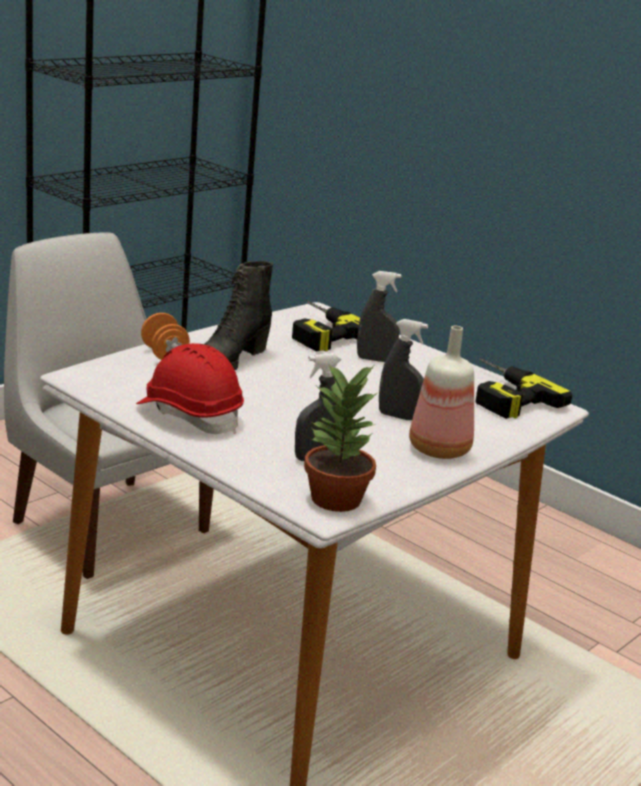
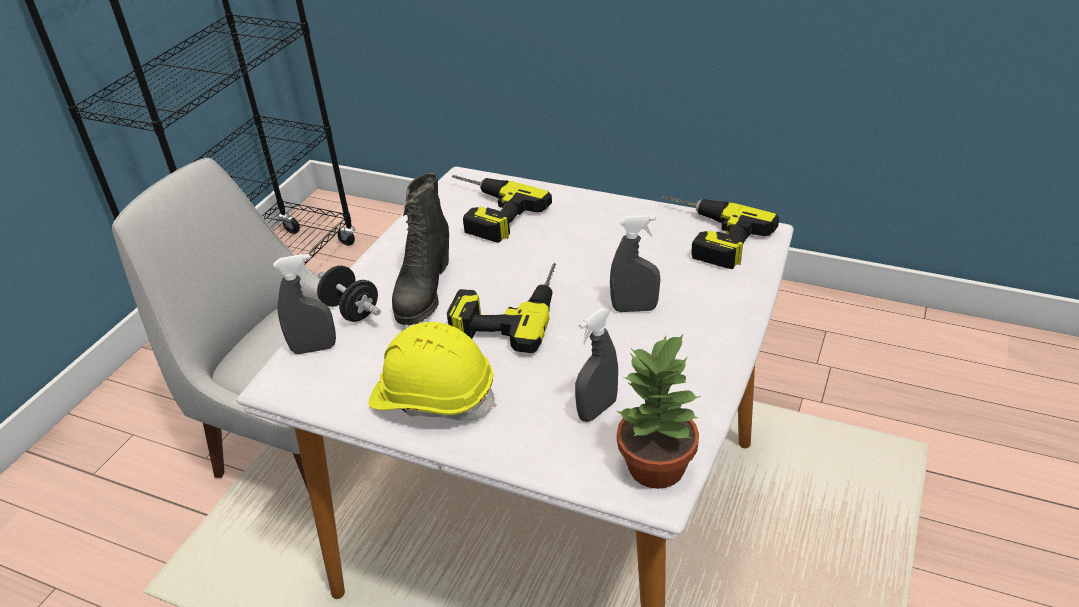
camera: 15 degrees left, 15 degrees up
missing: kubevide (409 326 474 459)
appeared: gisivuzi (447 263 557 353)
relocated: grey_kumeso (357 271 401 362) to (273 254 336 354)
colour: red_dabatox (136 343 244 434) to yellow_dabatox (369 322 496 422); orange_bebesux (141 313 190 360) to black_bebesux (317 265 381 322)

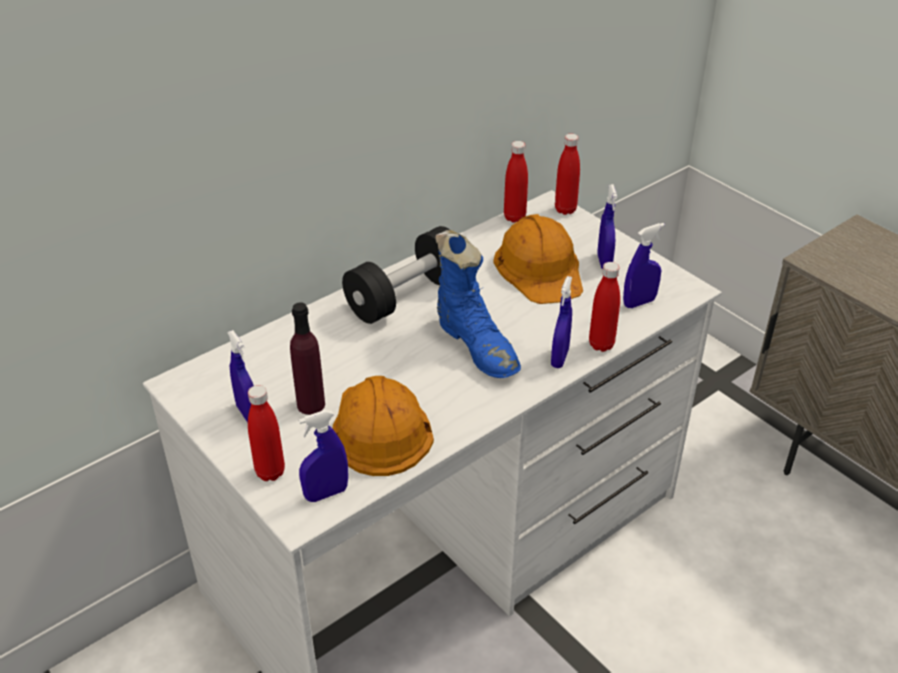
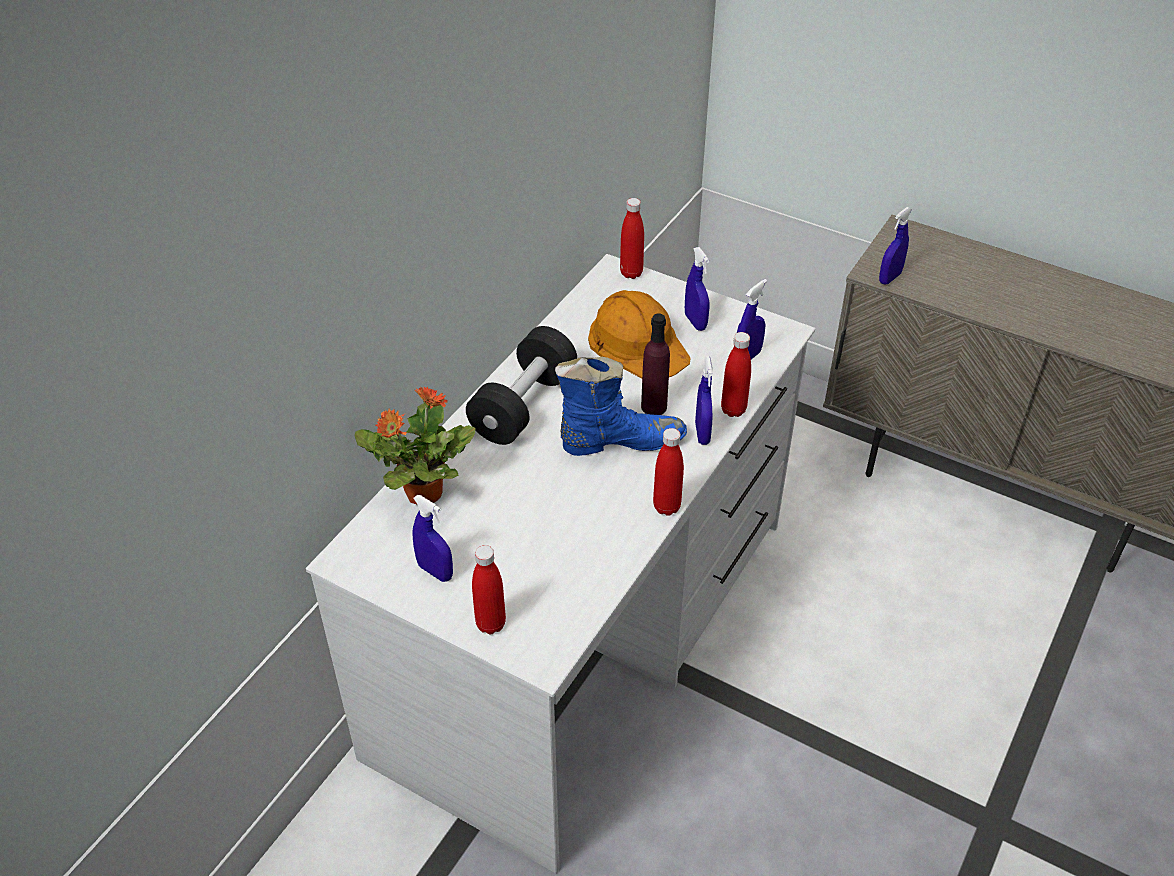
camera: 20 degrees left, 5 degrees up
missing: orange_dabatox (333 376 434 476)
appeared: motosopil (354 387 475 504)
relocated: purple_kubevide (290 302 325 415) to (641 313 670 415); blue_kumeso (298 410 348 502) to (879 207 912 284); red_kubevide (504 141 528 223) to (653 428 684 516)
spun: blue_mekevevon (435 230 521 378) = (555 357 687 456) 45 degrees counterclockwise

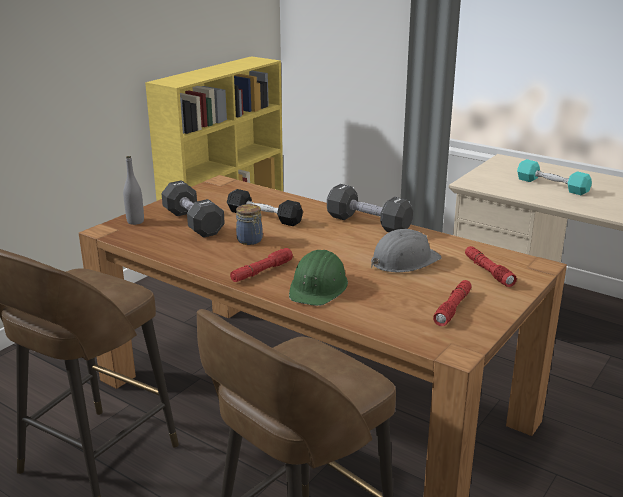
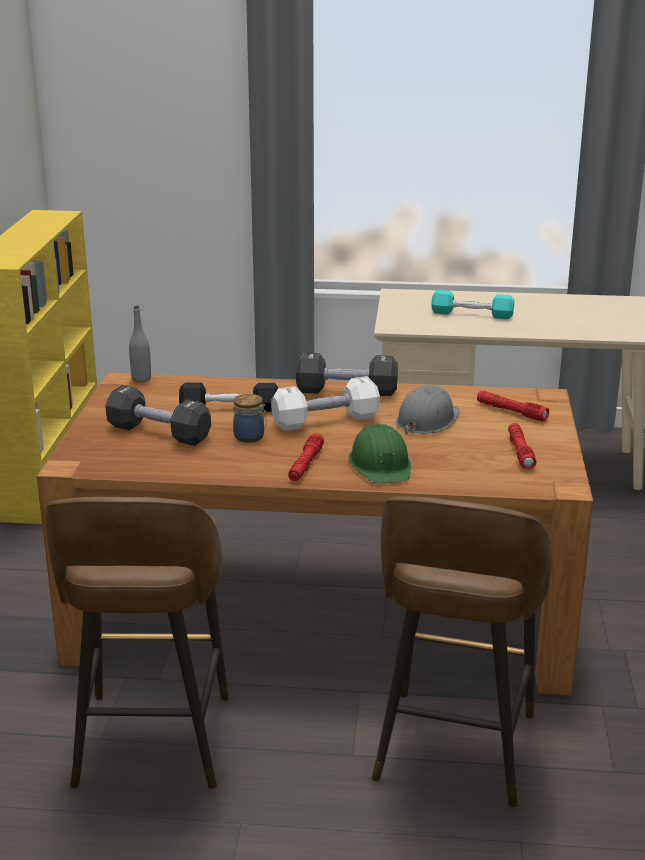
camera: 30 degrees left, 0 degrees up
appeared: white_bebesux (271 376 380 431)
relocated: grey_kubevide (123 156 144 225) to (129 305 151 382)

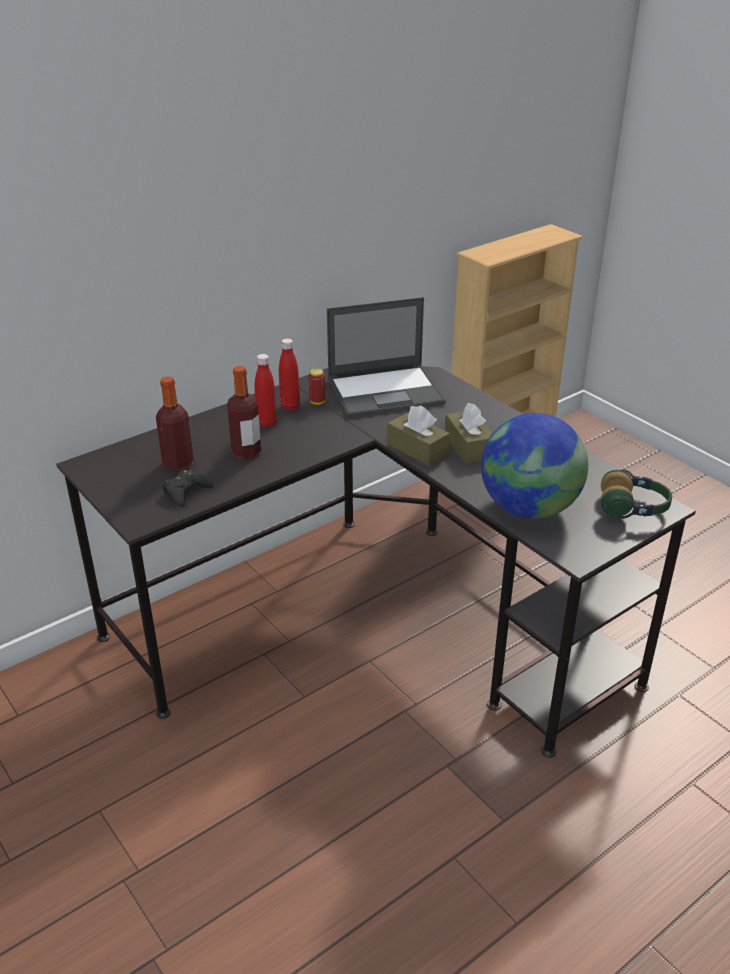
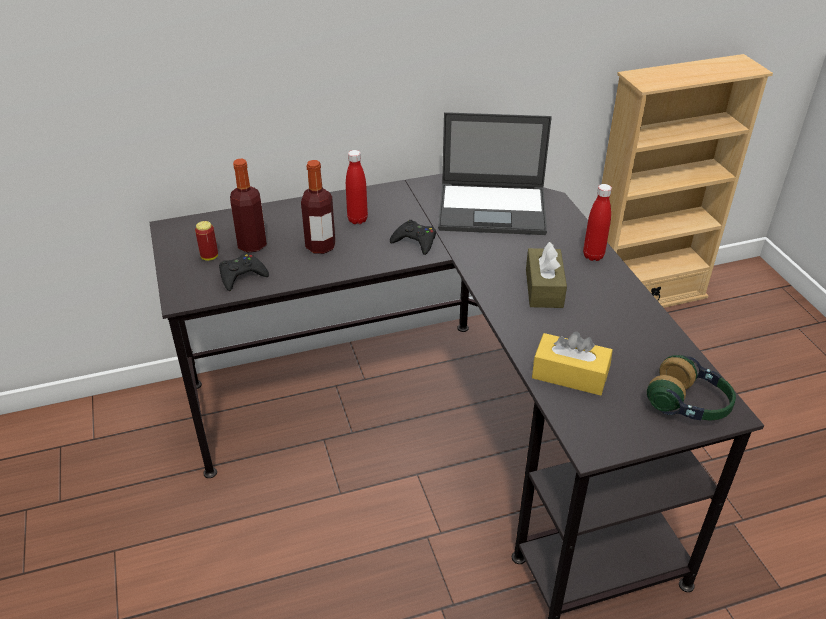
camera: 20 degrees right, 5 degrees up
missing: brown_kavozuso (387 406 450 466)
appeared: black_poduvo (390 220 436 255)
relocated: red_kubevide (279 338 300 410) to (583 184 612 261); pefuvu (309 368 325 405) to (195 221 218 261)
exchanged: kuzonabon (481 413 588 519) to yellow_kavozuso (532 331 613 395)

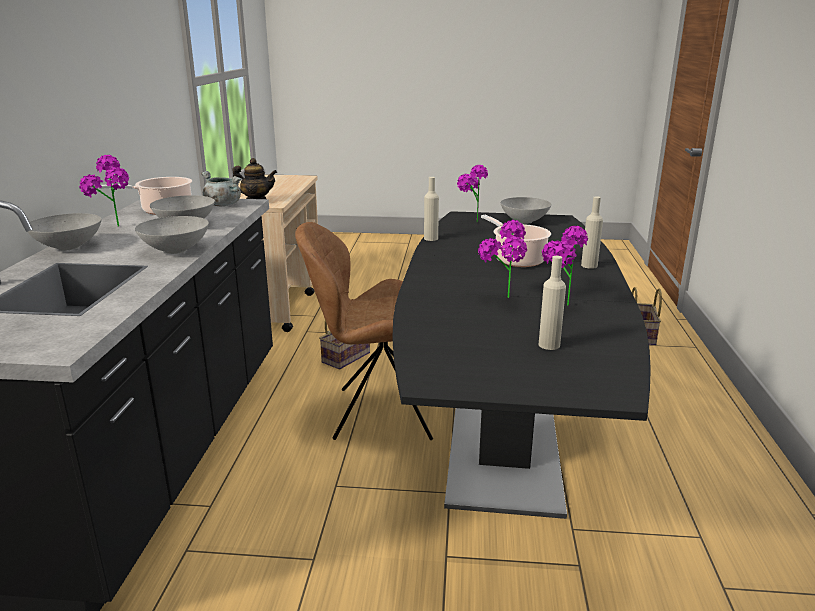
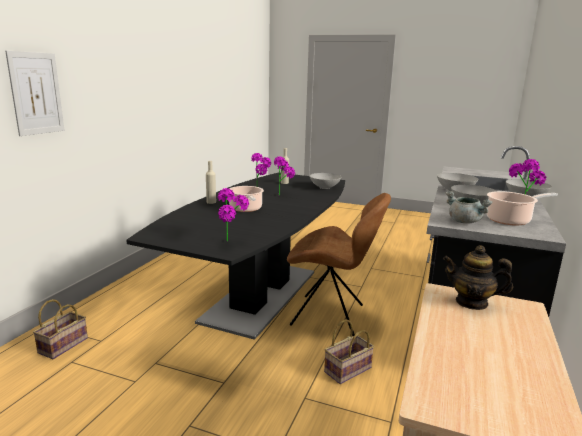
camera: 165 degrees left, 5 degrees down
missing: beige_kubevide (424 177 439 241)
appeared: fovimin (5 51 65 136)
relocated: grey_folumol (500 197 551 224) to (310 173 341 189)

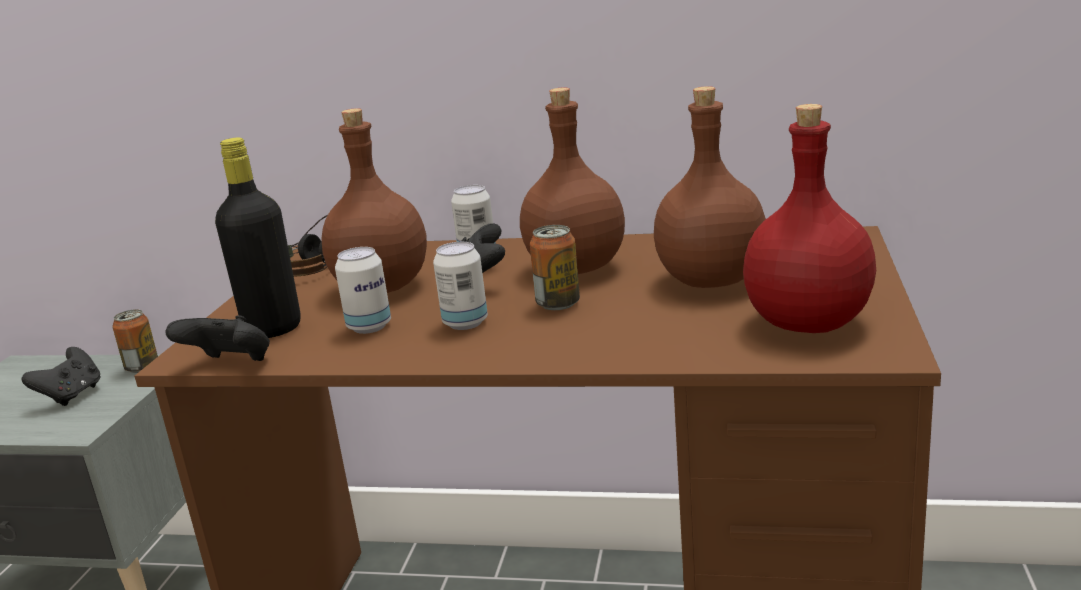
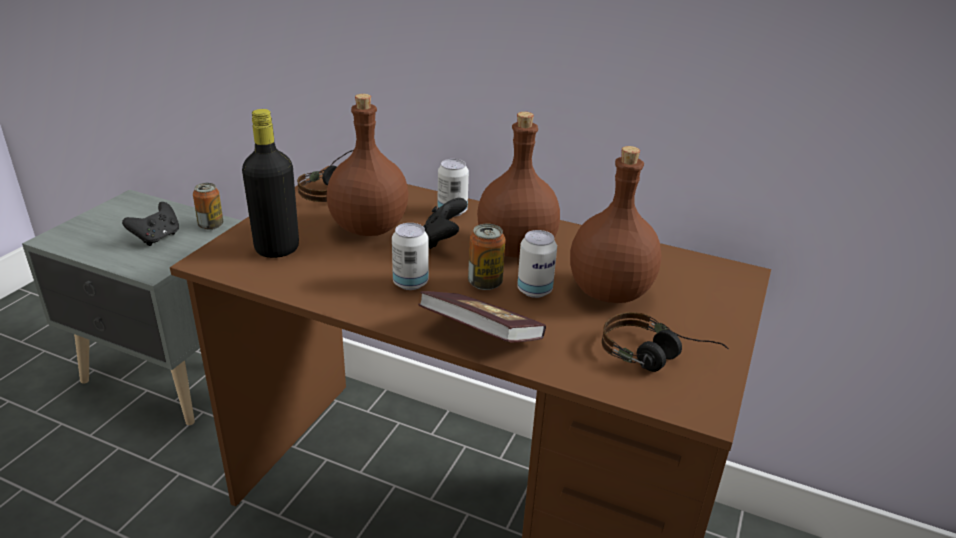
camera: 10 degrees right, 10 degrees up
missing: black_poduvo (165 315 270 361)
appeared: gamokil (418 291 546 342)
relocated: pefuvu (335 247 391 334) to (517 230 557 298)
exchanged: red_kubevide (743 104 876 333) to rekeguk (602 312 729 372)

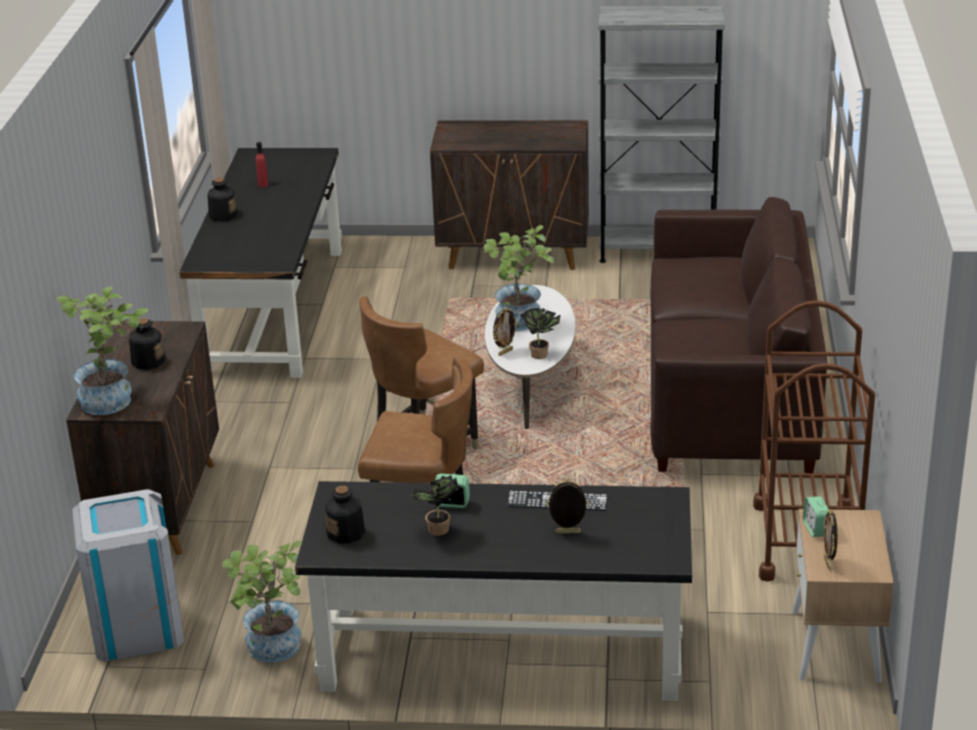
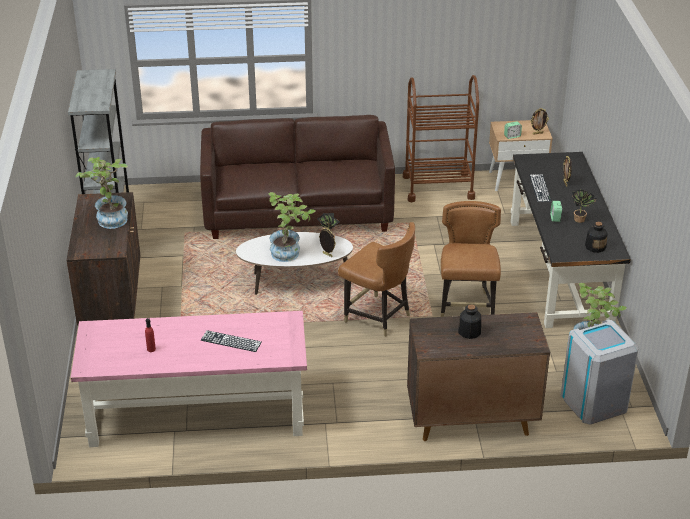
camera: 100 degrees left, 5 degrees up
missing: kubevide (207 178 237 222)
appeared: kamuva (201 330 262 352)
relocated: motosopil (56 287 148 415) to (76 157 128 229)
colour: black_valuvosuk (179 148 342 378) to pink_valuvosuk (71 311 307 447)

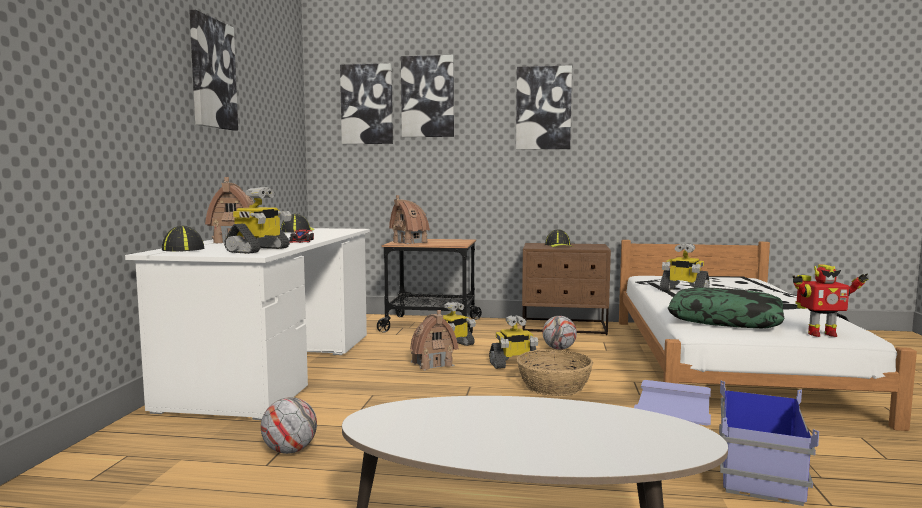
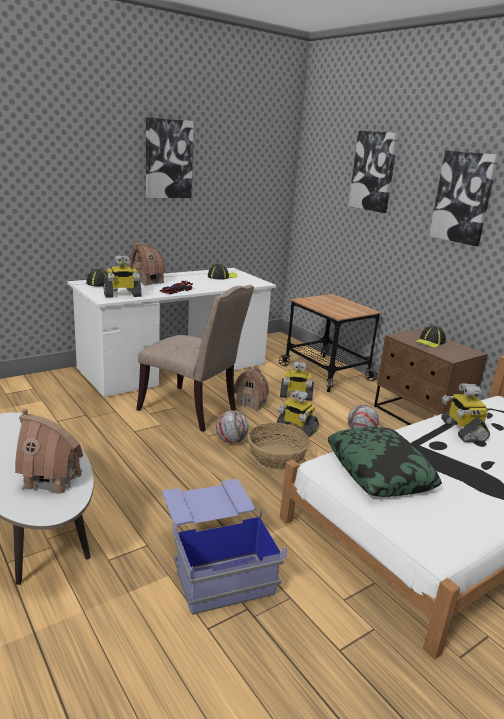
camera: 45 degrees right, 15 degrees up
missing: fovimin (340 63 393 144); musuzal (792 265 869 337)
appeared: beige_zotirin (136 285 254 432)
relocated: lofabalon (261 397 317 454) to (216 410 249 443); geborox (389 195 430 244) to (15 408 83 494)

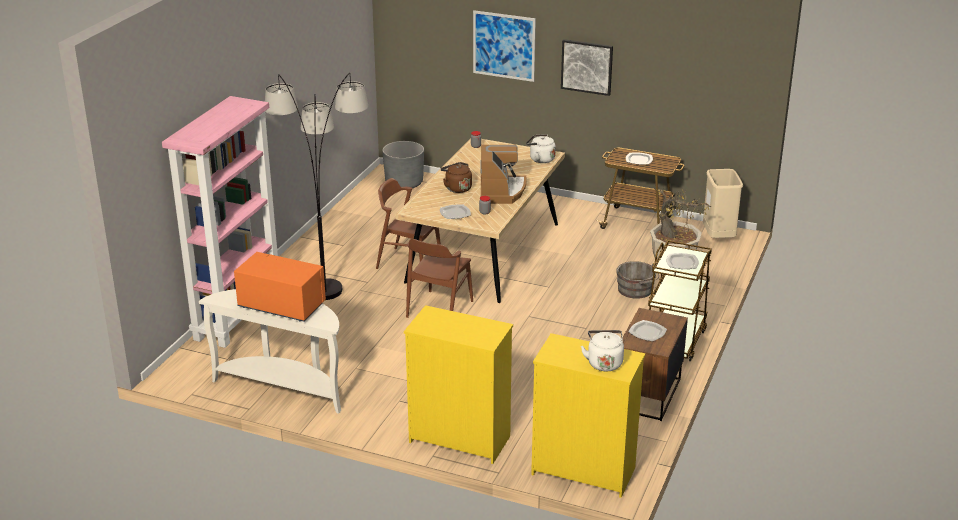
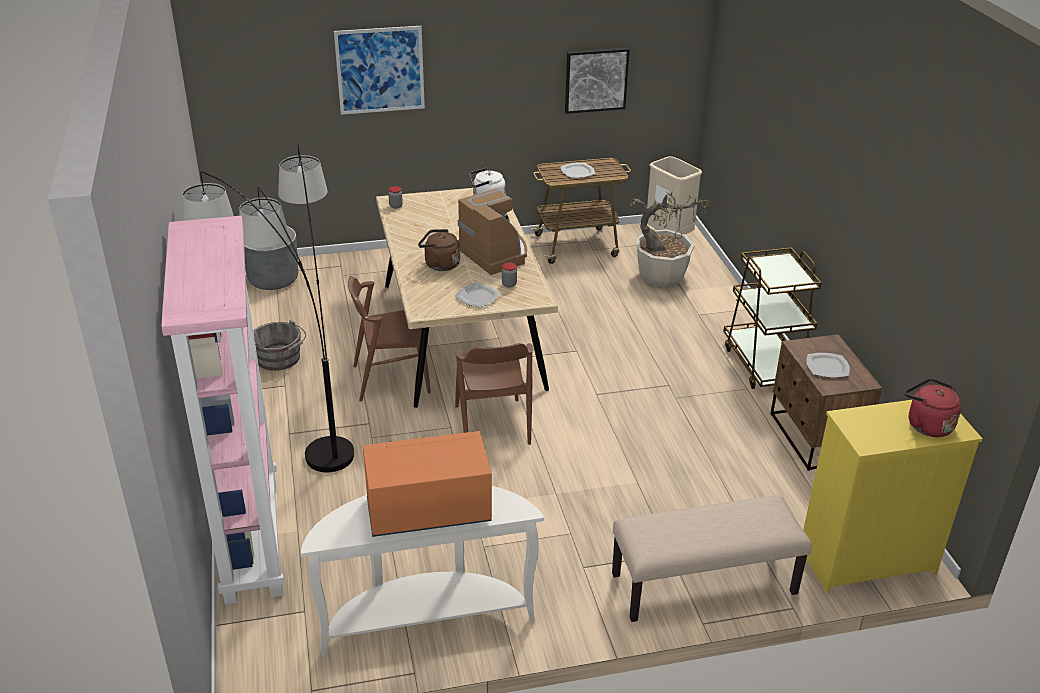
camera: 35 degrees left, 5 degrees up
missing: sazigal (666 253 699 269)
relocated: fovimin (561 39 613 96) to (565 48 630 114); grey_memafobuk (617 261 659 299) to (253 320 306 371)
exchanged: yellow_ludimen (404 305 513 464) to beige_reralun (612 495 812 622)
colour: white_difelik (581 330 624 371) to red_difelik (904 378 961 437)

